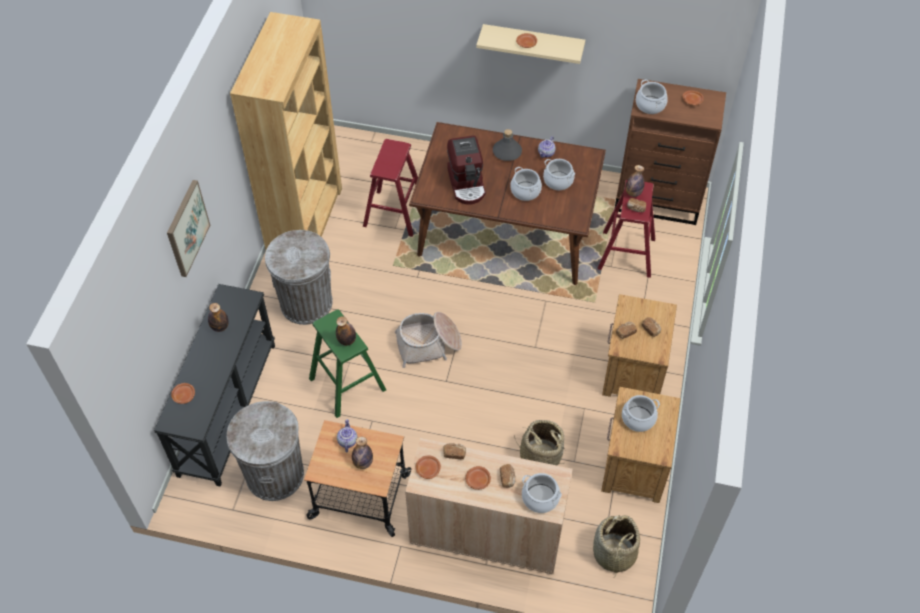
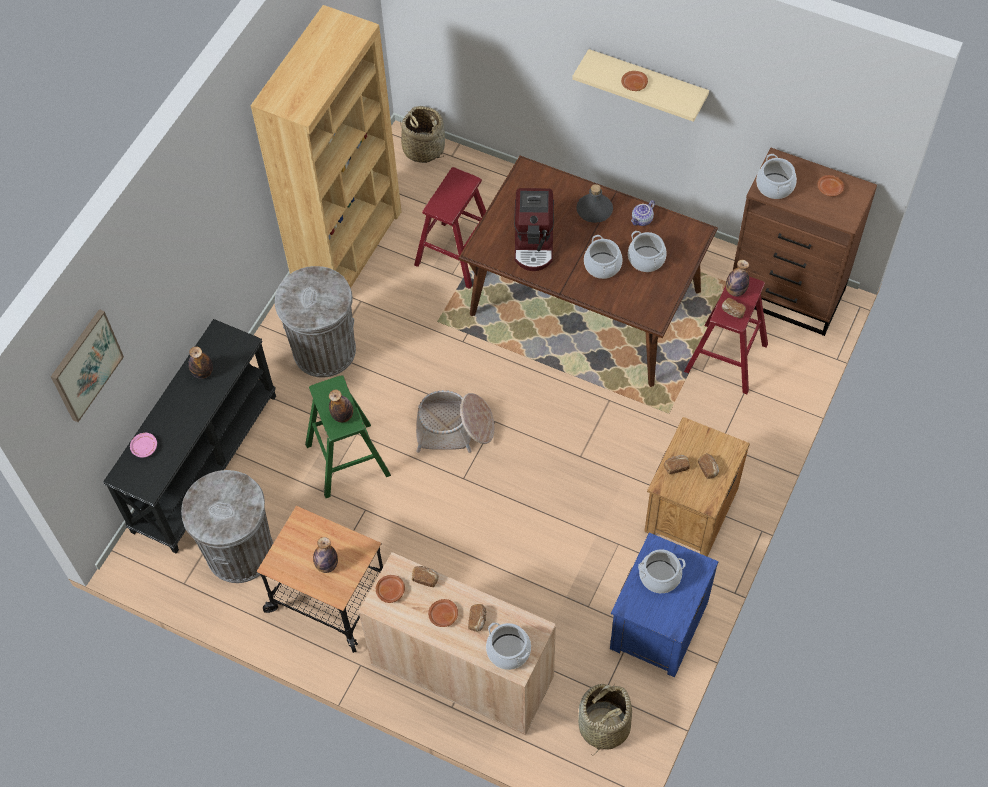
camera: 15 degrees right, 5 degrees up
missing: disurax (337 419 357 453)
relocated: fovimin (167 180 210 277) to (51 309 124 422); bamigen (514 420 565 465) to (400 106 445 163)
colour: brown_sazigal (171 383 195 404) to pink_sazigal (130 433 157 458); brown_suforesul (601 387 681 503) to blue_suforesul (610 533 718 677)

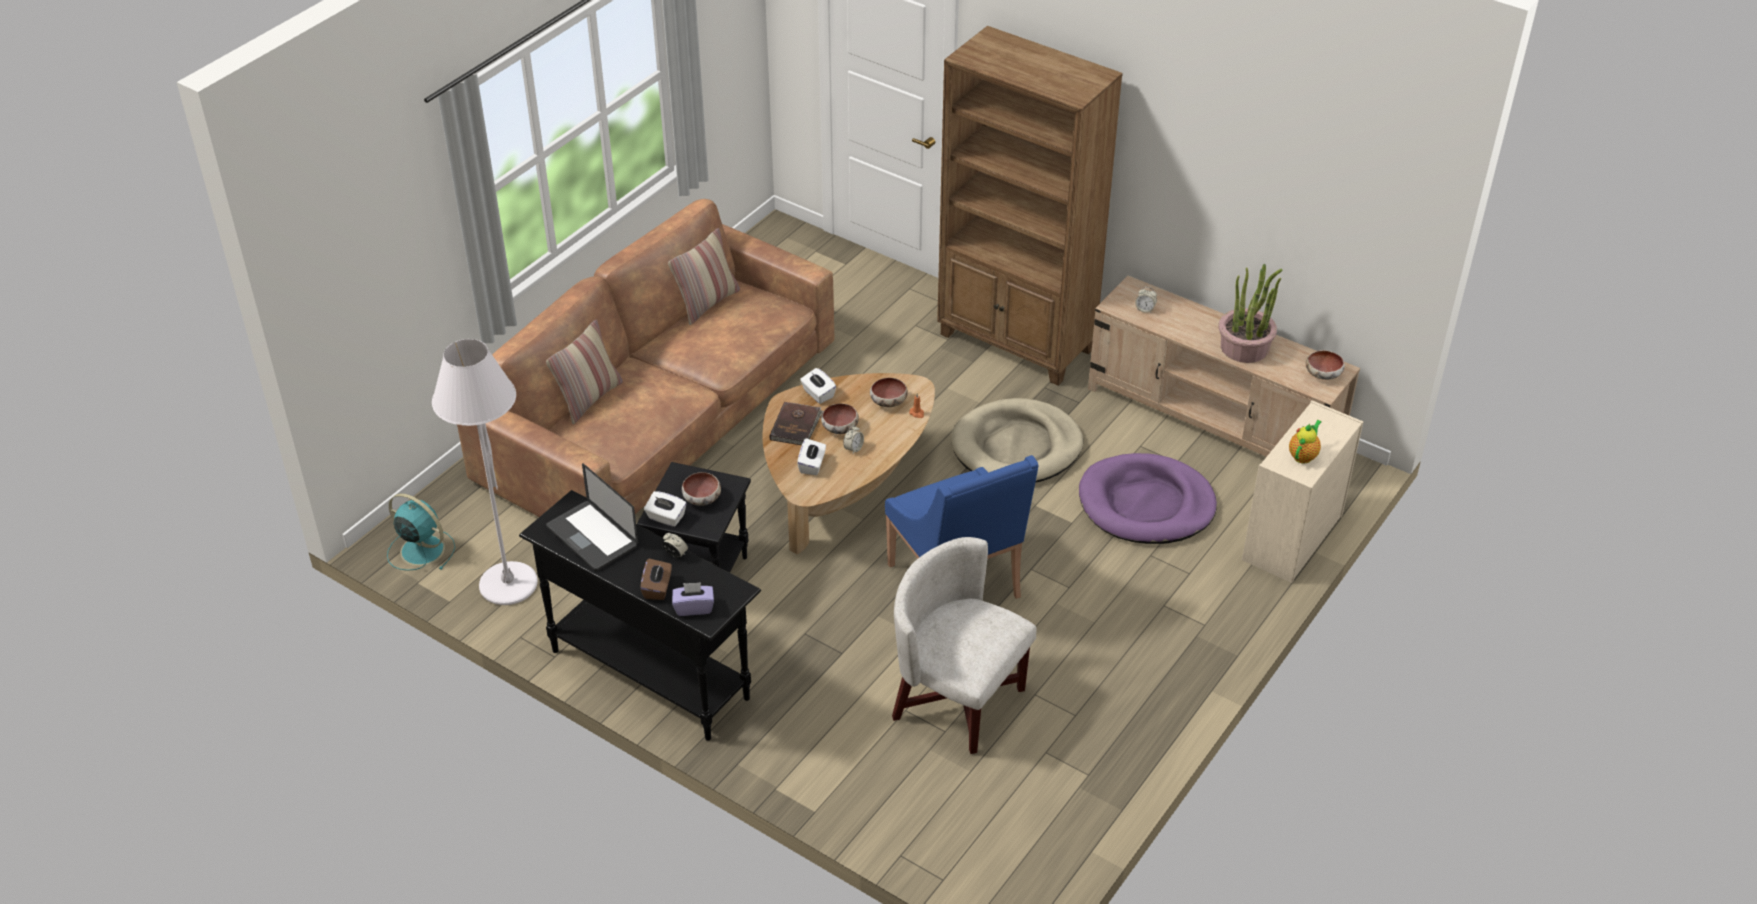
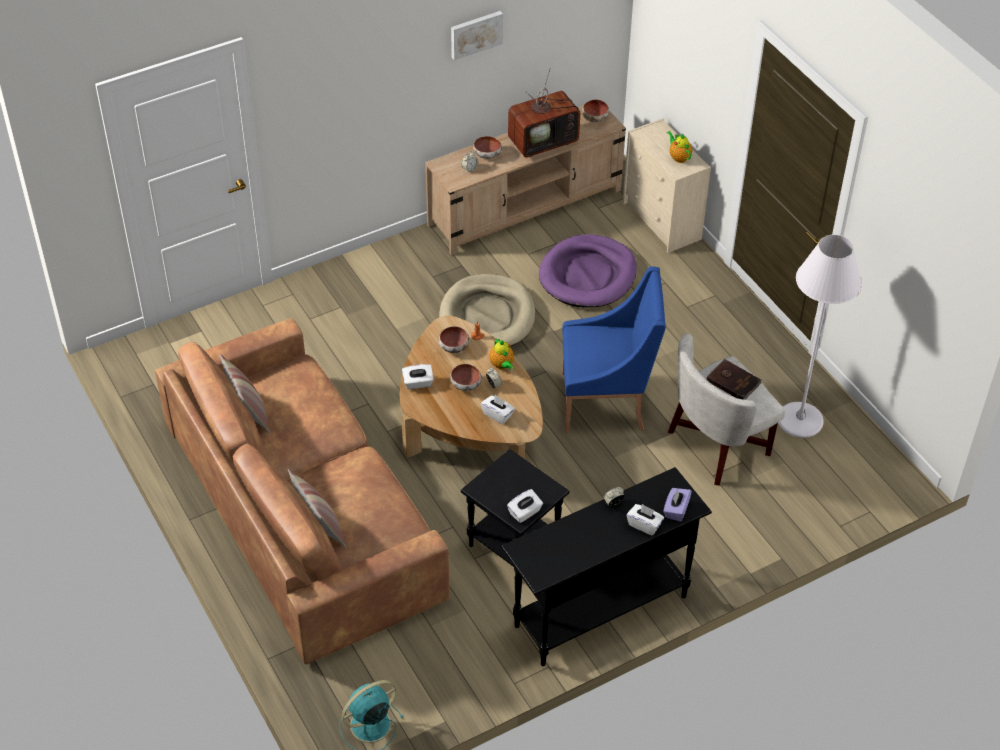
camera: 65 degrees left, 5 degrees up
missing: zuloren (546 463 638 571); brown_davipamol (937 26 1123 385)
appeared: fovimin (451 11 503 60); disurax (489 338 514 370)
relocated: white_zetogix (432 339 538 605) to (778 235 862 438); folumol (682 472 721 506) to (473 136 502 159); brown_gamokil (769 402 823 445) to (706 359 762 400)
exchanged: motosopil (1218 264 1282 363) to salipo (508 68 580 157)
colour: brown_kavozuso (640 558 672 600) to white_kavozuso (627 504 664 536)

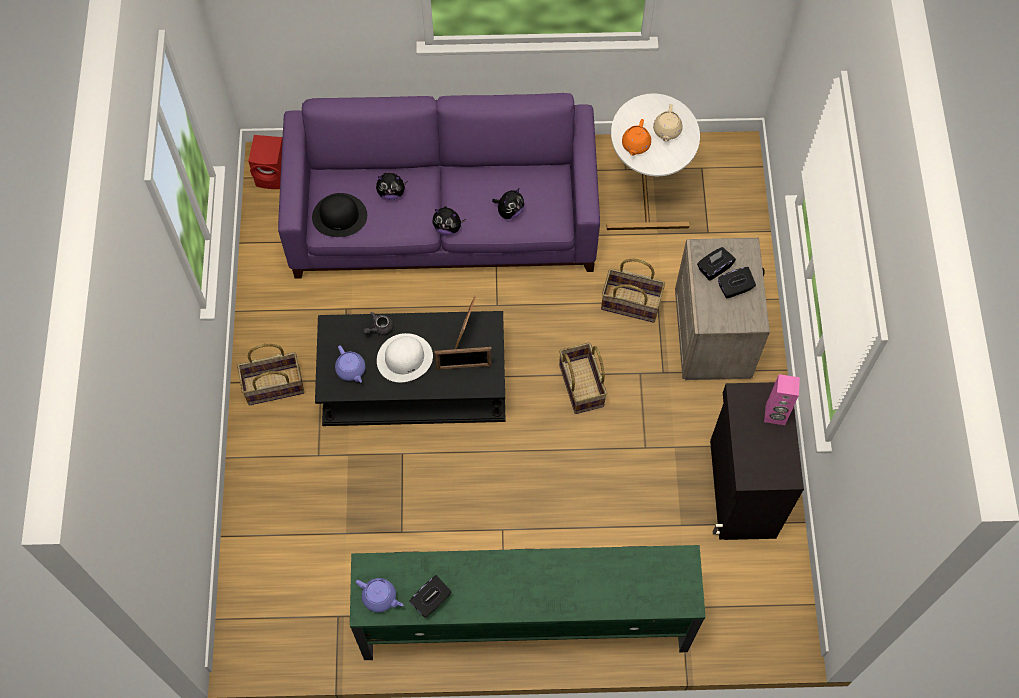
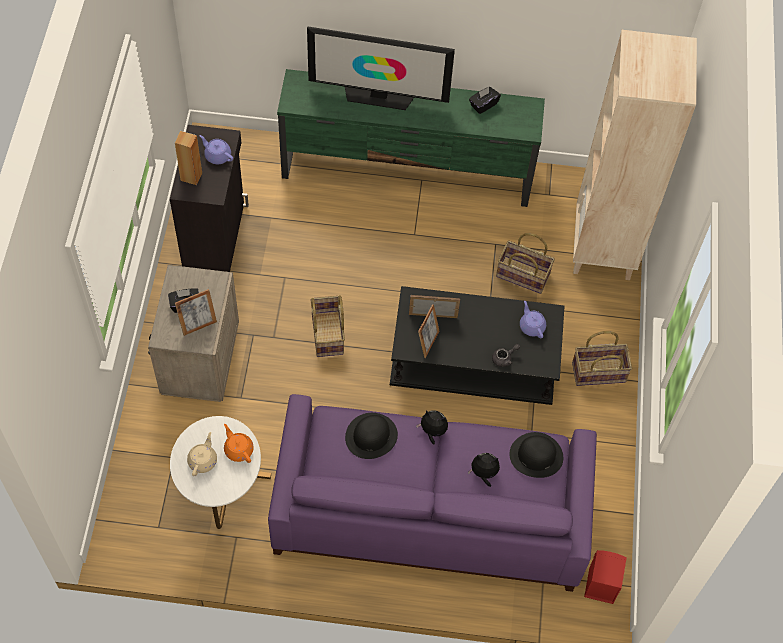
camera: 175 degrees left, 5 degrees down
missing: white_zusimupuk (377 333 433 382)
appeared: salipo (307 26 455 110); beige_davipamol (573 30 697 280)
relocated: purple_disurax (356 578 403 612) to (199 135 233 164); bamigen (601 259 665 323) to (496 233 555 294)
exchanged: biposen (492 188 524 219) to black_zusimupuk (345 413 398 459); black_kavozuso (697 247 736 281) to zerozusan (175 289 217 336)
colour: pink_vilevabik (764 374 800 425) to brown_vilevabik (175 131 202 185)
spun: orange_disurax (622 119 651 156) = (224 424 254 463) 60 degrees counterclockwise

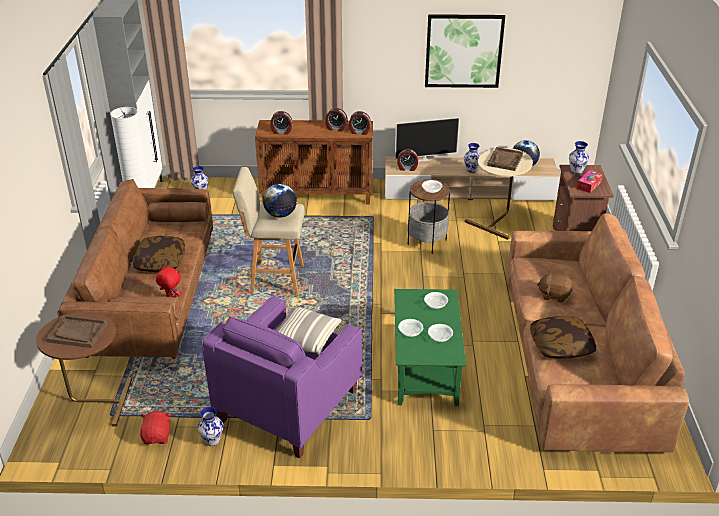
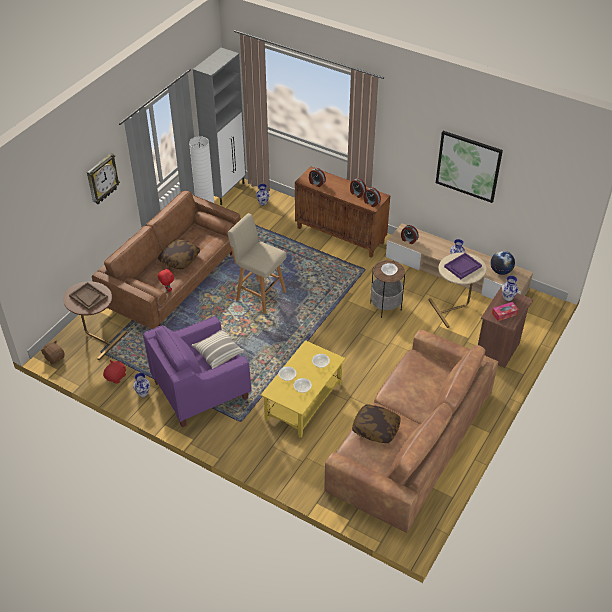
camera: 30 degrees right, 10 degrees up
missing: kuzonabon (263 184 297 218); salipo (395 117 460 161)
appeared: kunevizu (87 153 120 204)
relocated: brown_biposen (537 271 573 303) to (40 341 65 364)
colour: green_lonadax (394 289 466 406) to yellow_lonadax (261 340 345 438); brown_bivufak (487 147 523 171) to purple_bivufak (444 253 482 279)

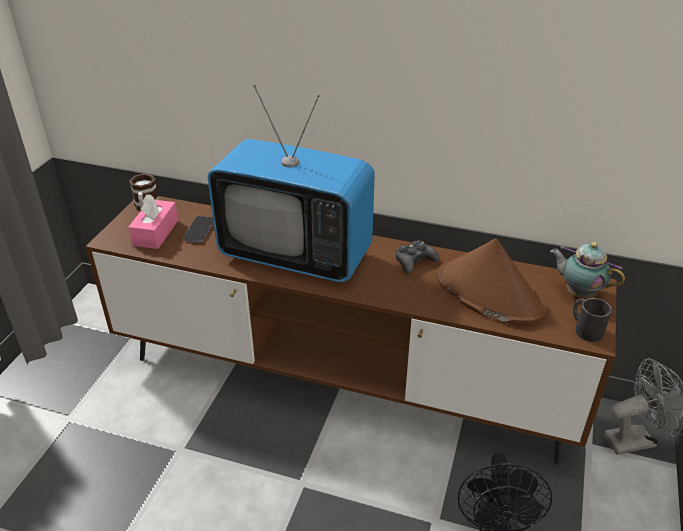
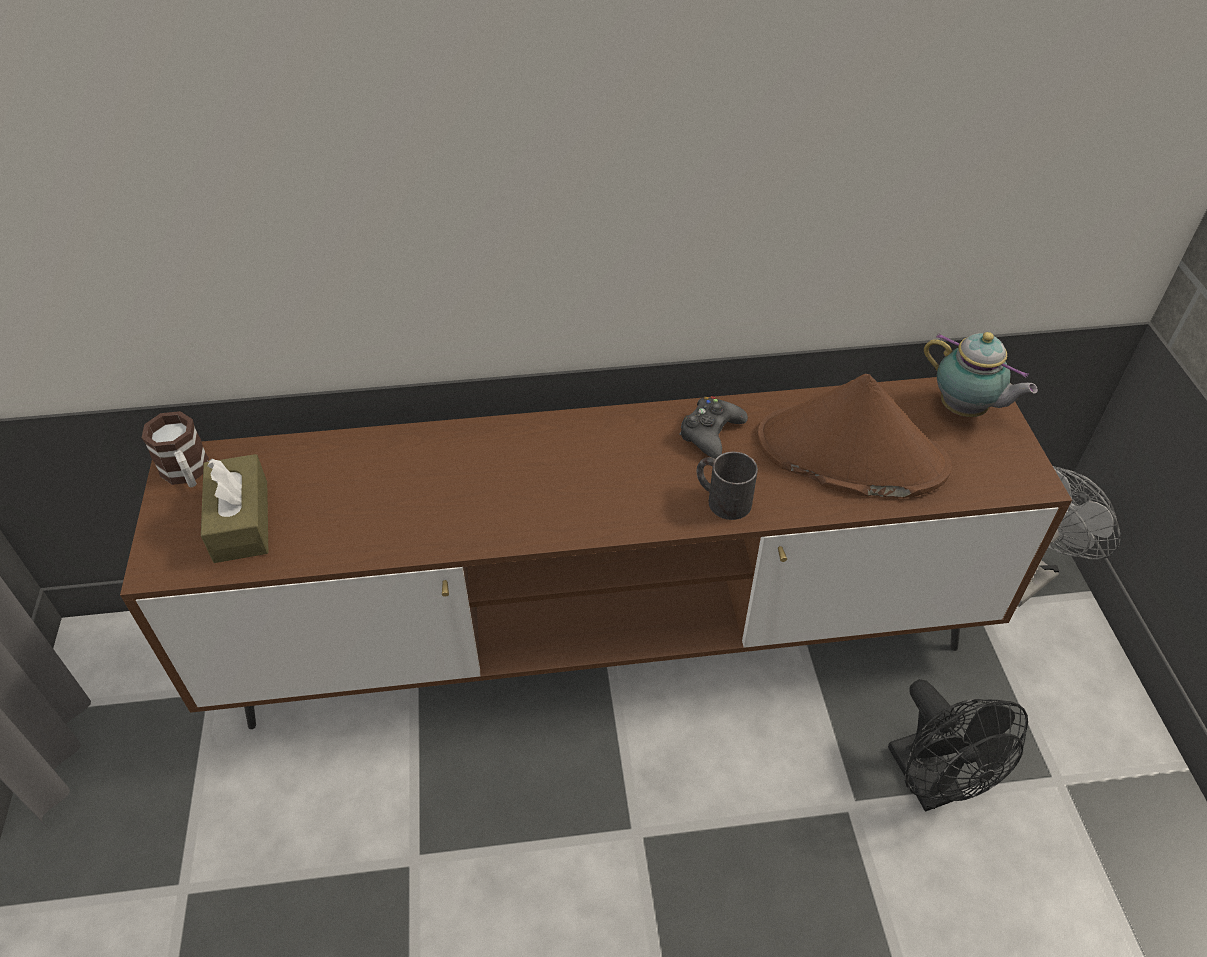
camera: 25 degrees left, 10 degrees up
missing: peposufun (183 216 213 243); salipo (207 85 375 282)
relocated: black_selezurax (573 298 612 342) to (696 452 758 520)
colour: pink_kavozuso (128 194 178 249) to brown_kavozuso (201 454 268 563)
spun: disurax (550 242 625 298) = (924 332 1038 417) 150 degrees counterclockwise

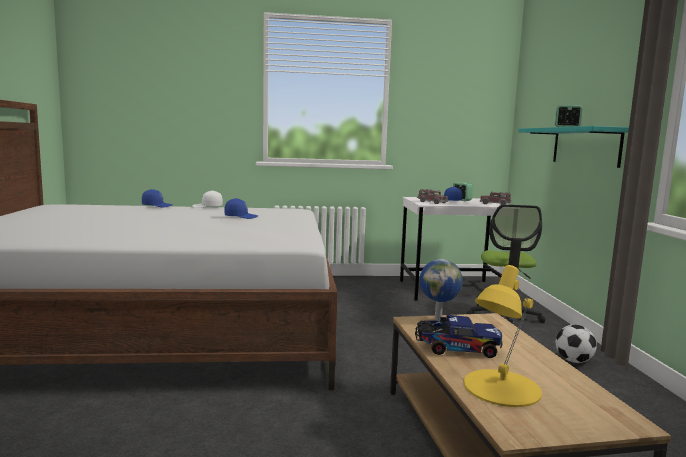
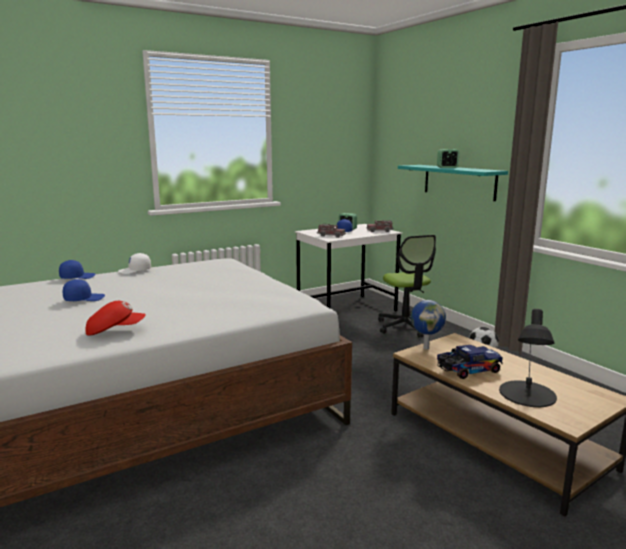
camera: 25 degrees left, 5 degrees up
appeared: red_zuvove (85 301 146 336)
relocated: blue_zuvove (225 198 258 219) to (63 279 105 301)
colour: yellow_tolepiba (464 265 542 407) to black_tolepiba (499 309 557 407)

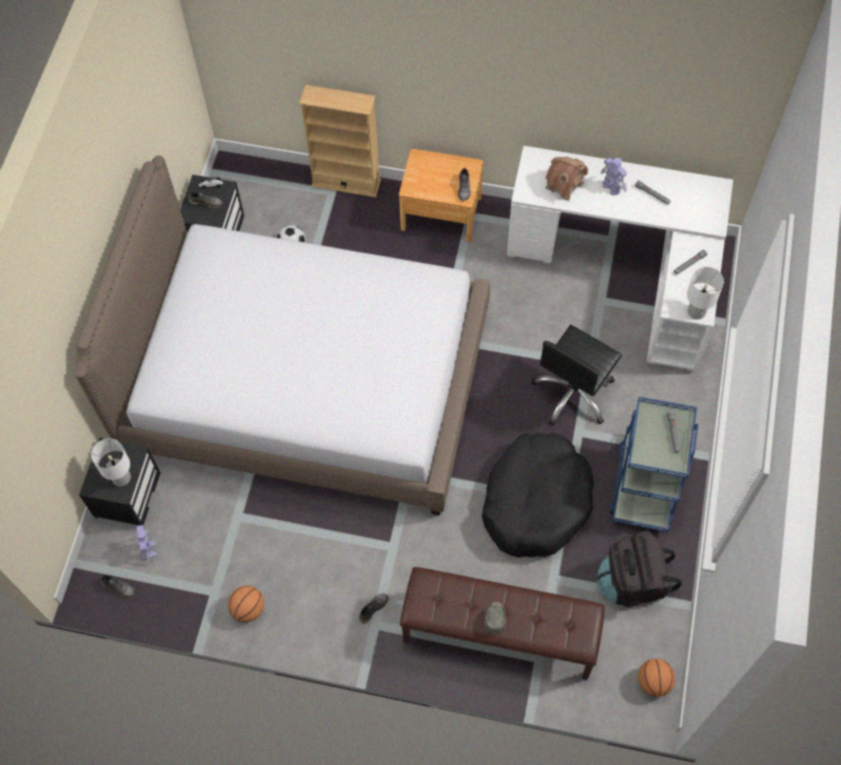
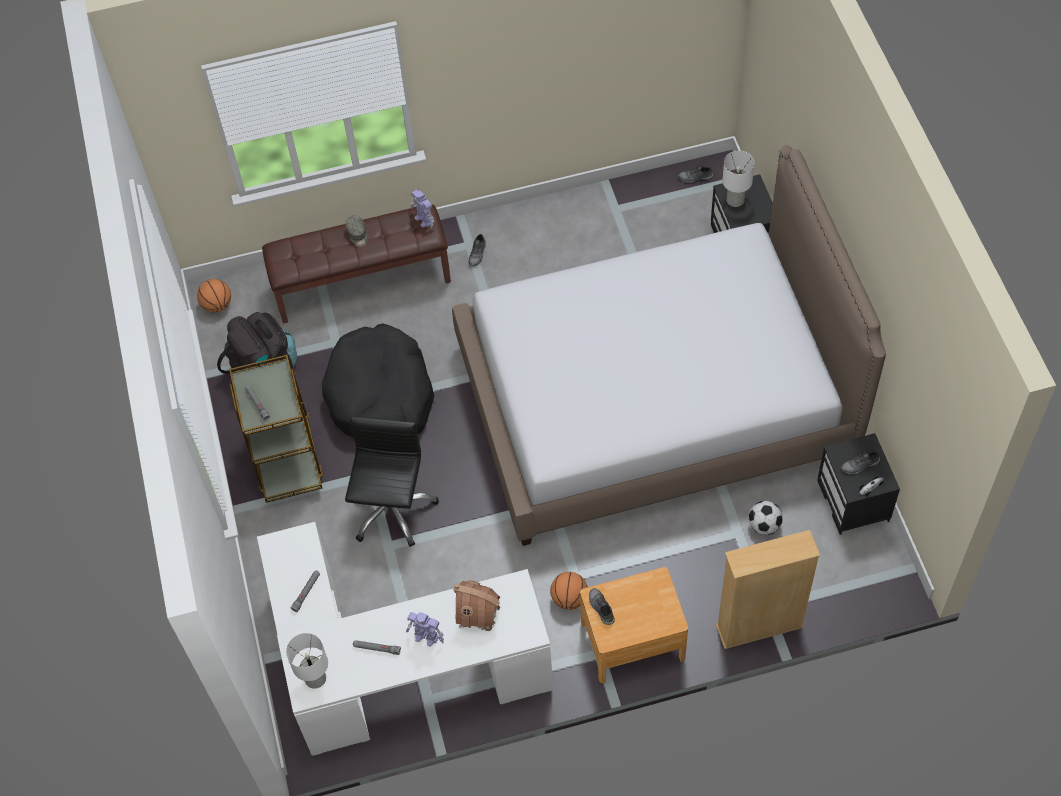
camera: 155 degrees right, 5 degrees down
relocated: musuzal (136 525 156 563) to (411 190 434 228); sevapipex (228 586 264 622) to (550 572 588 610); white_tolepiba (687 267 724 319) to (286 633 328 689)
colour: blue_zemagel (609 397 698 532) to brown_zemagel (229 355 324 503)

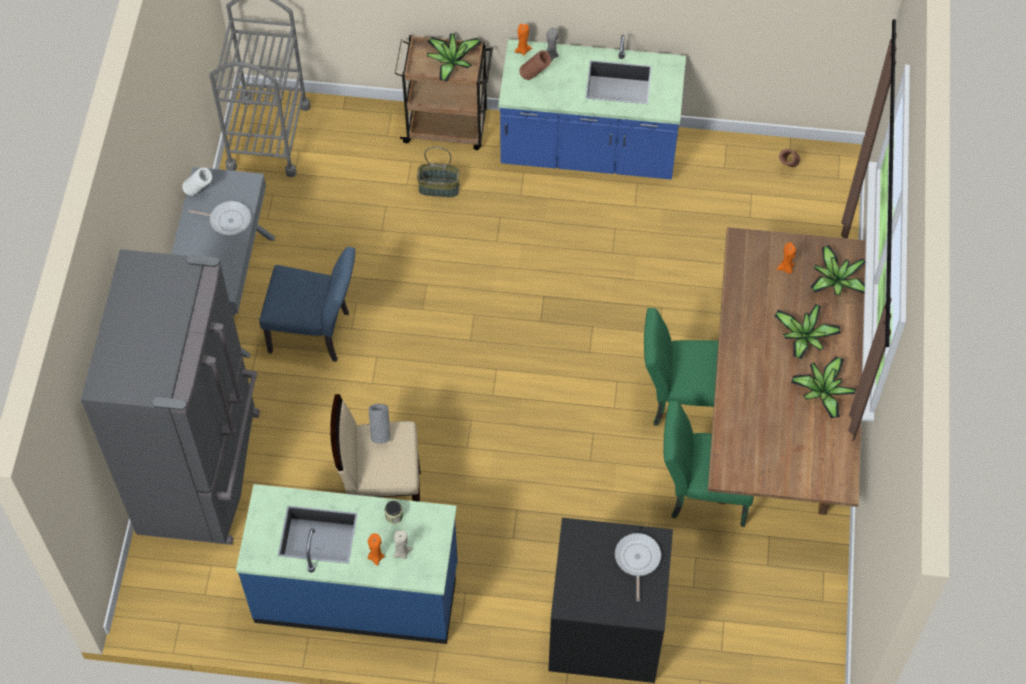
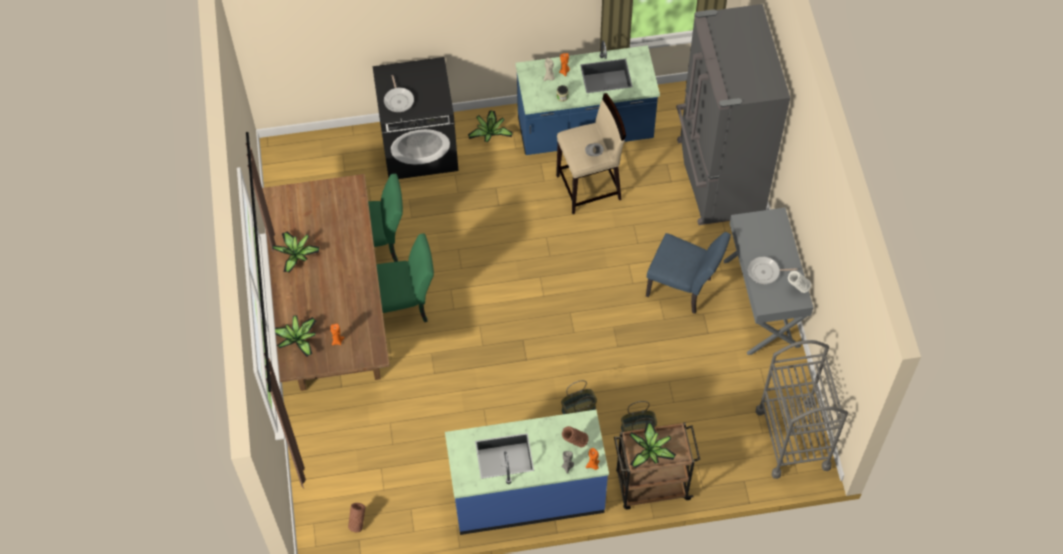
camera: 165 degrees right, 0 degrees up
appeared: bamigen (561 380 597 414)
relocated: motosopil (774 304 841 360) to (468 110 513 142)
spun: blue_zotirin (259 247 355 362) = (646 232 731 314) 150 degrees counterclockwise

